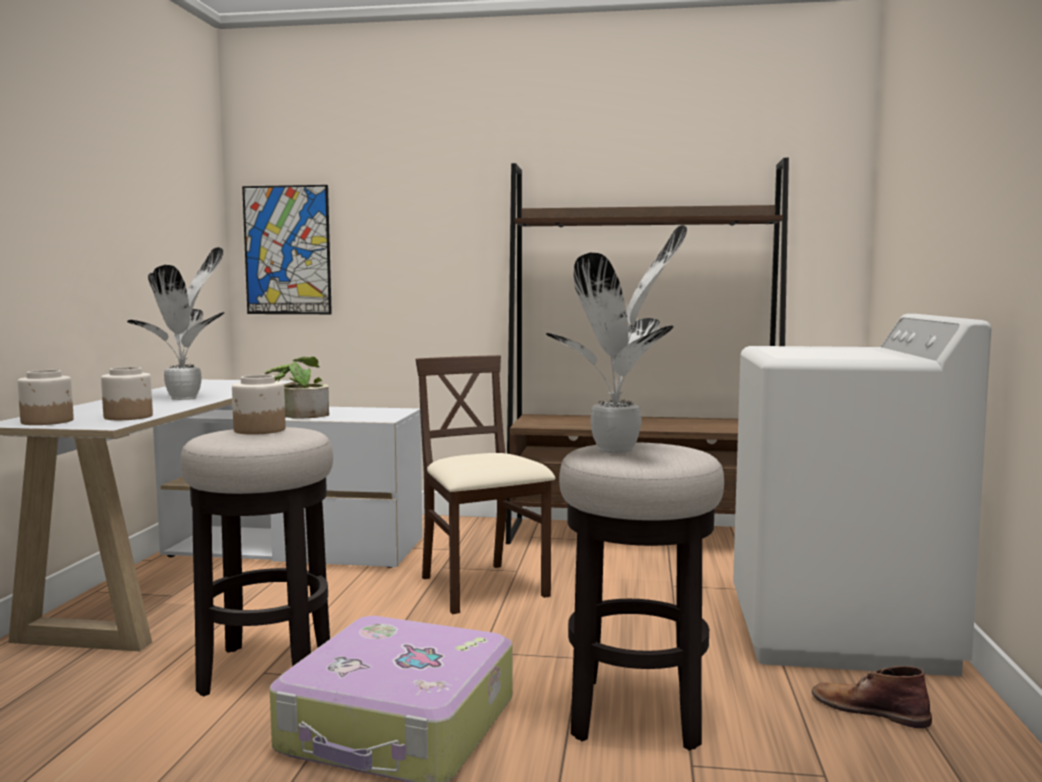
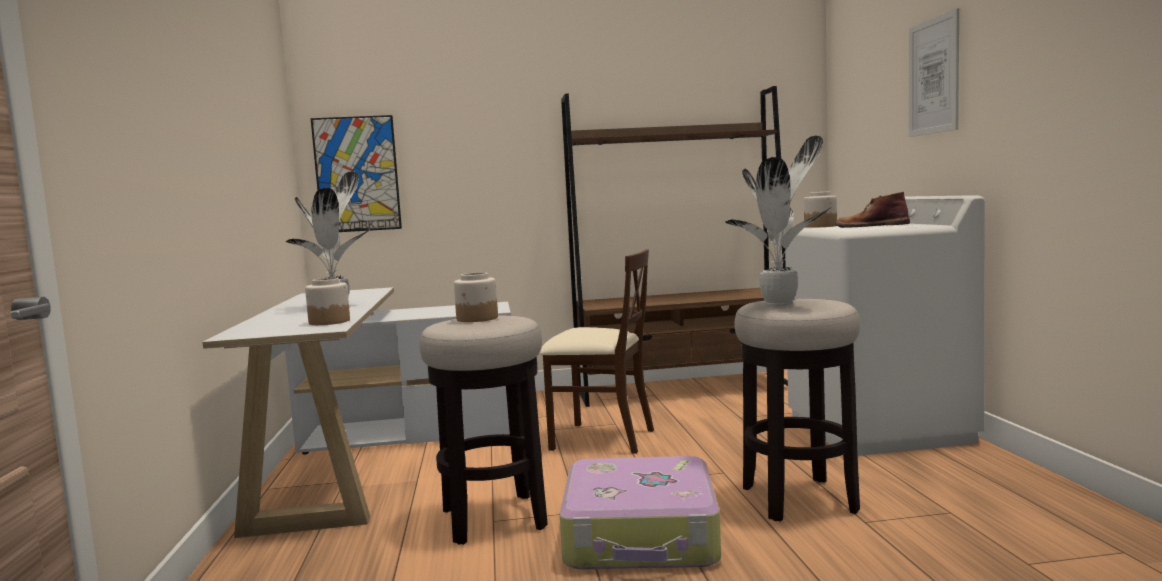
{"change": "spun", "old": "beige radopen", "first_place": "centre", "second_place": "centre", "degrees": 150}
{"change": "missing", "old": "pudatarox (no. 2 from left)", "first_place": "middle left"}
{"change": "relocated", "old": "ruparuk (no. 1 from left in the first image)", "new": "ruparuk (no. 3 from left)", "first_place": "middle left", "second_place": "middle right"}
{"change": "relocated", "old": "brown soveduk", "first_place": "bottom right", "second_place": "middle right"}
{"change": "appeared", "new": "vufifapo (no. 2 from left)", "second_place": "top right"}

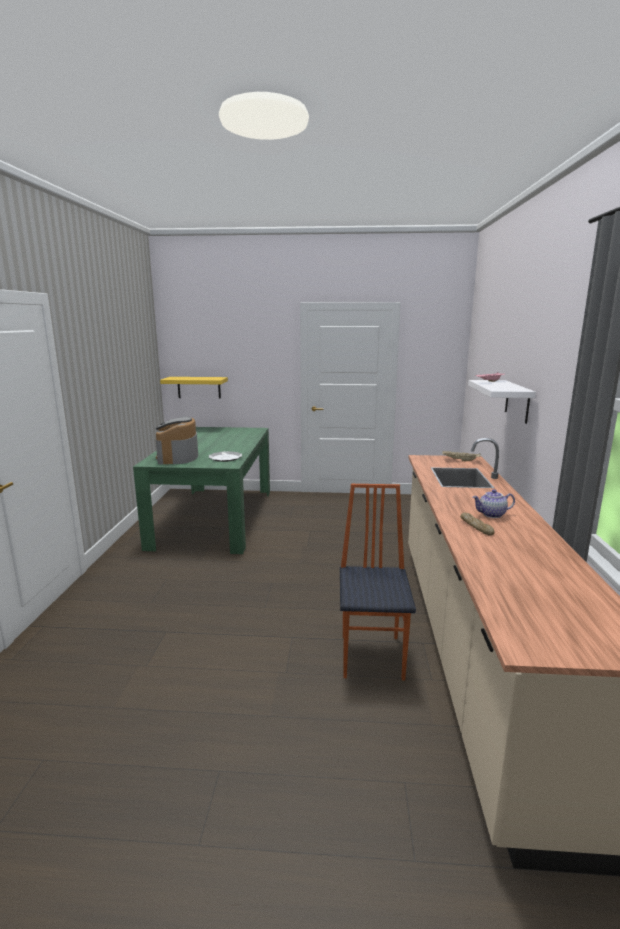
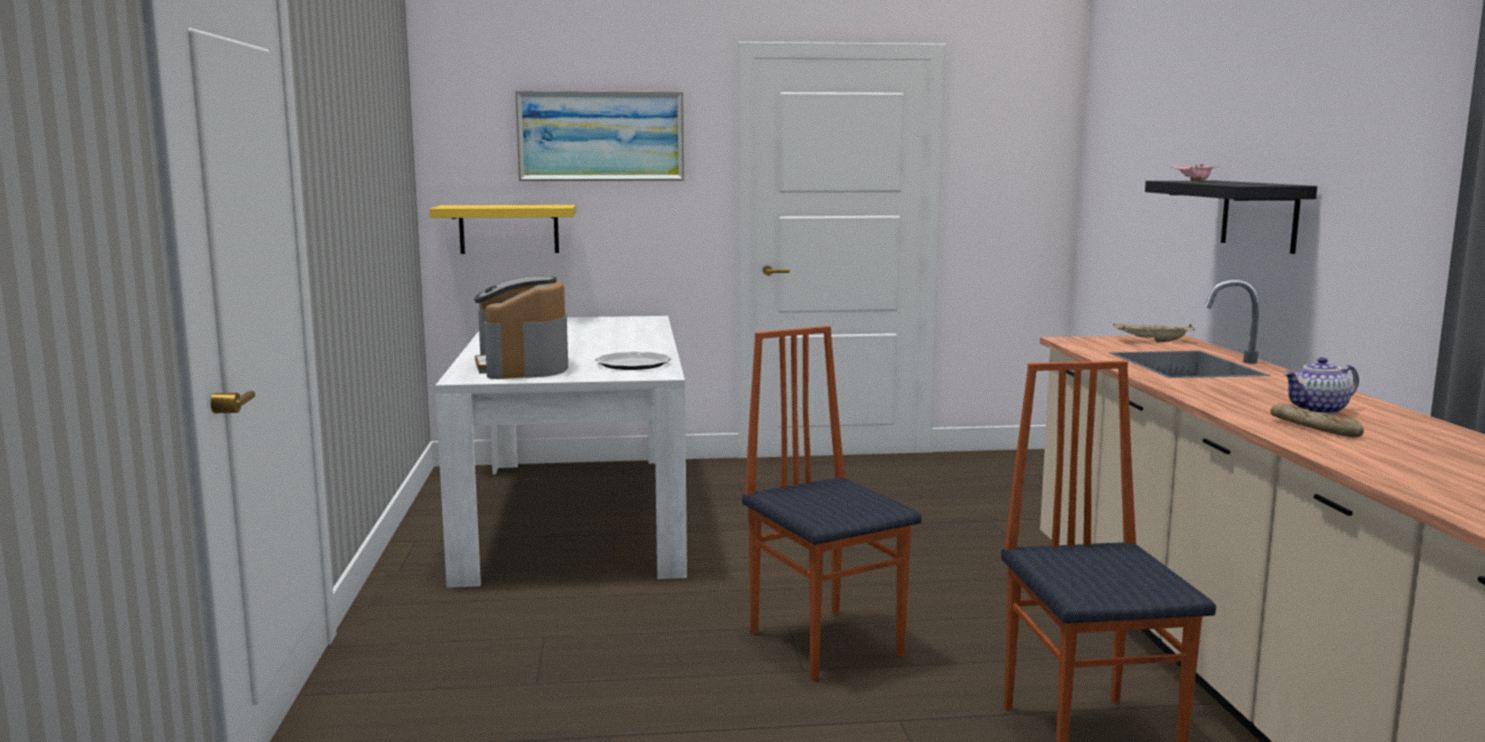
{"change": "colour", "old": "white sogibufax", "new": "black sogibufax", "first_place": "middle right", "second_place": "top right"}
{"change": "colour", "old": "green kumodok", "new": "white kumodok", "first_place": "middle left", "second_place": "centre"}
{"change": "appeared", "new": "vufifapo", "second_place": "top centre"}
{"change": "appeared", "new": "radopen (no. 1 from left)", "second_place": "bottom centre"}

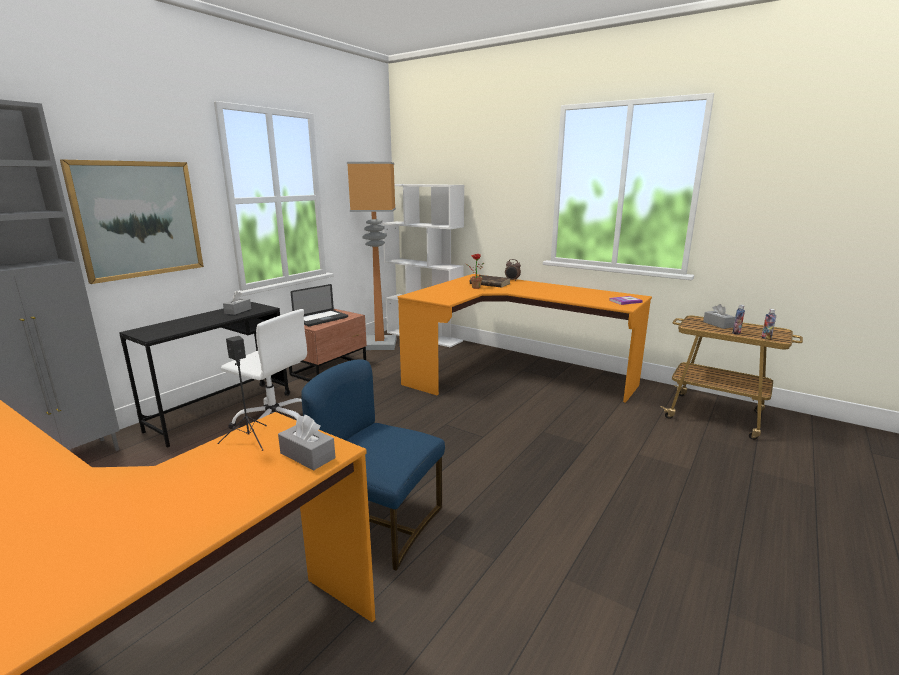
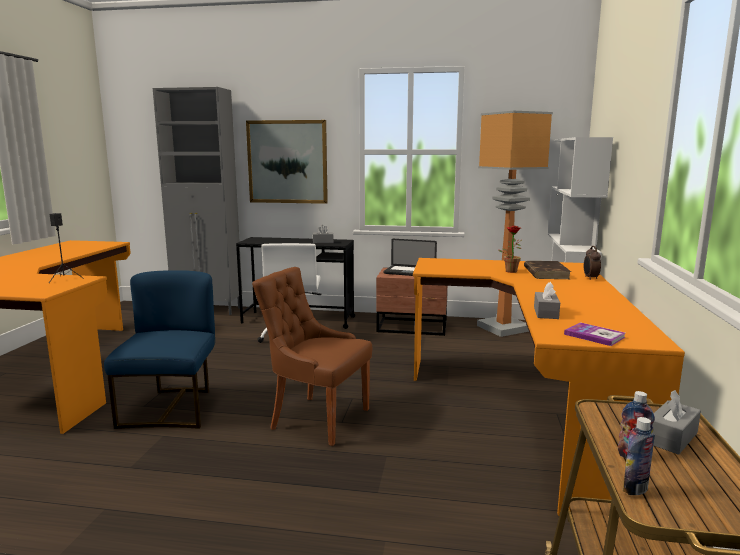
{"change": "relocated", "old": "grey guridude (no. 2 from left)", "first_place": "centre", "second_place": "middle right"}
{"change": "appeared", "new": "brown radopen", "second_place": "centre"}

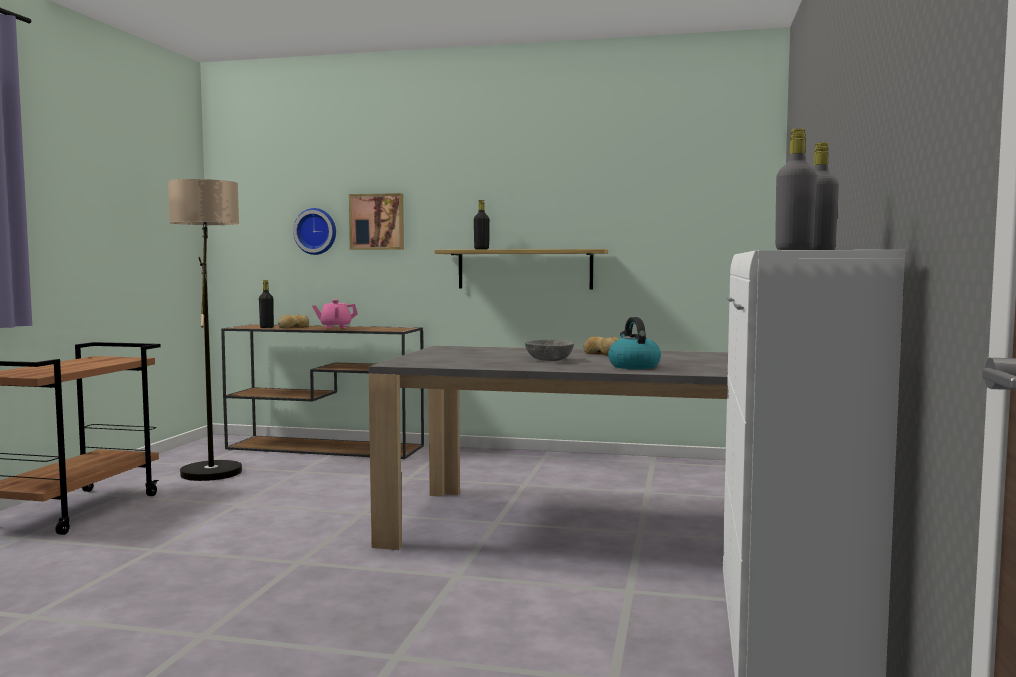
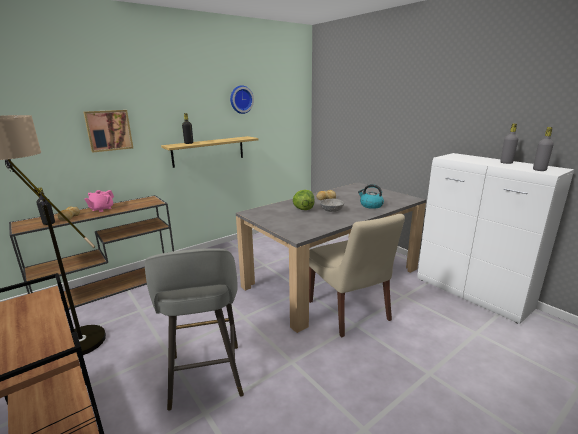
{"change": "relocated", "old": "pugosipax", "first_place": "middle left", "second_place": "top centre"}
{"change": "appeared", "new": "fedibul", "second_place": "centre"}
{"change": "appeared", "new": "beige radopen", "second_place": "centre"}
{"change": "appeared", "new": "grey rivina", "second_place": "bottom centre"}

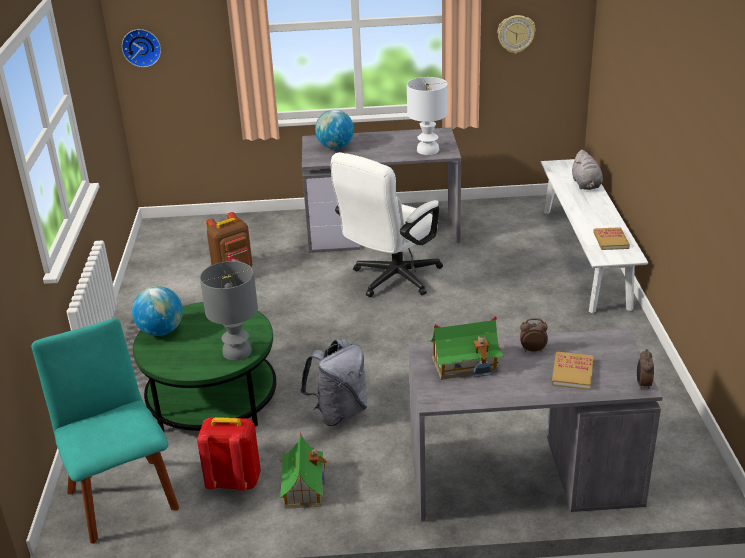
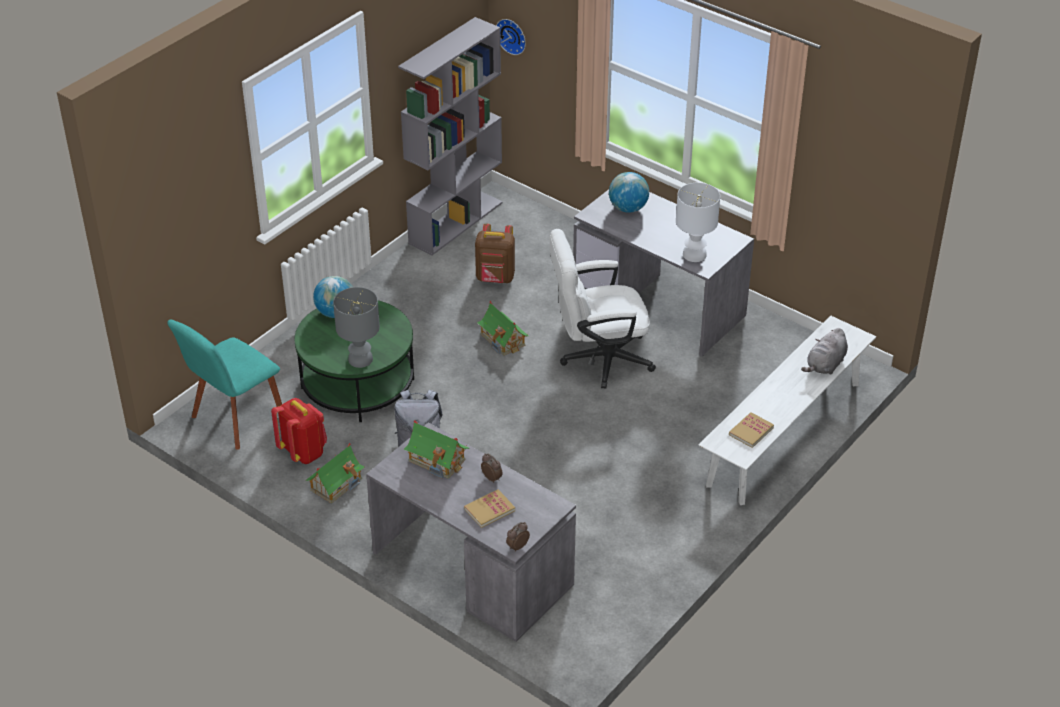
{"change": "missing", "old": "pugosipax (no. 2 from left)", "first_place": "top right"}
{"change": "spun", "old": "turquoise radopen", "first_place": "bottom left", "second_place": "middle left", "degrees": -150}
{"change": "appeared", "new": "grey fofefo", "second_place": "top centre"}
{"change": "appeared", "new": "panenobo (no. 3 from left)", "second_place": "centre"}

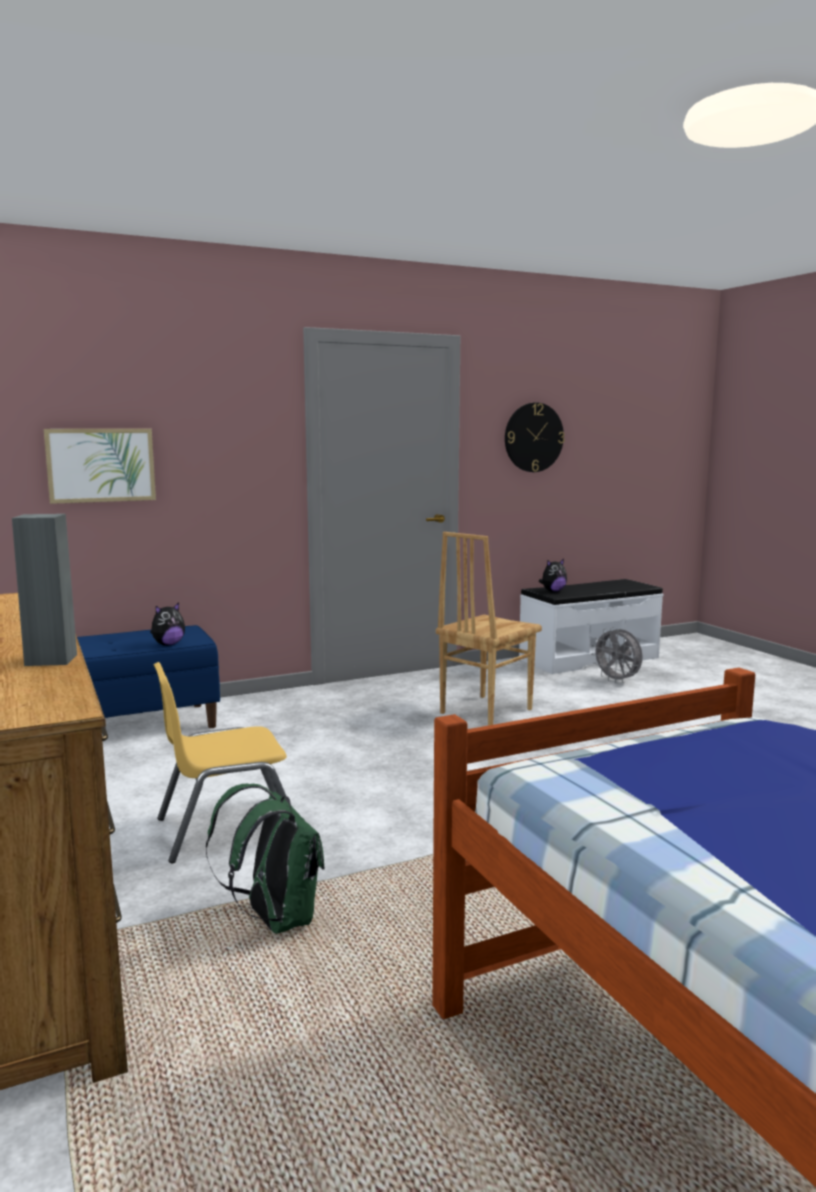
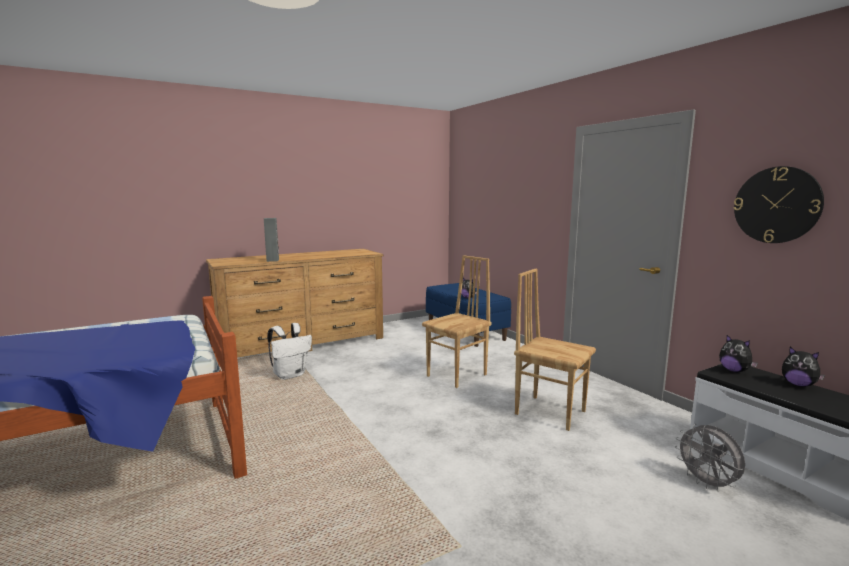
{"change": "missing", "old": "vufifapo", "first_place": "middle left"}
{"change": "spun", "old": "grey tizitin", "first_place": "middle right", "second_place": "bottom right", "degrees": -75}
{"change": "missing", "old": "yellow radopen", "first_place": "middle left"}
{"change": "colour", "old": "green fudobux", "new": "white fudobux", "first_place": "bottom left", "second_place": "centre"}
{"change": "appeared", "new": "brown radopen (no. 1 from left)", "second_place": "centre"}
{"change": "appeared", "new": "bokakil (no. 3 from left)", "second_place": "middle right"}

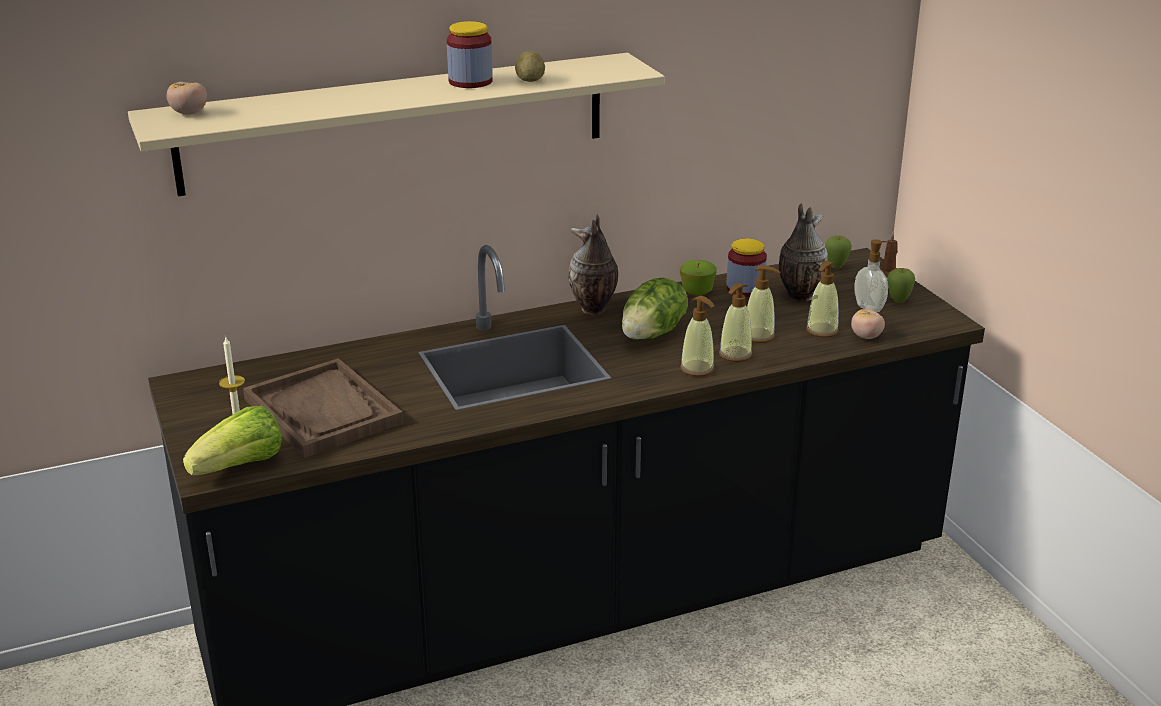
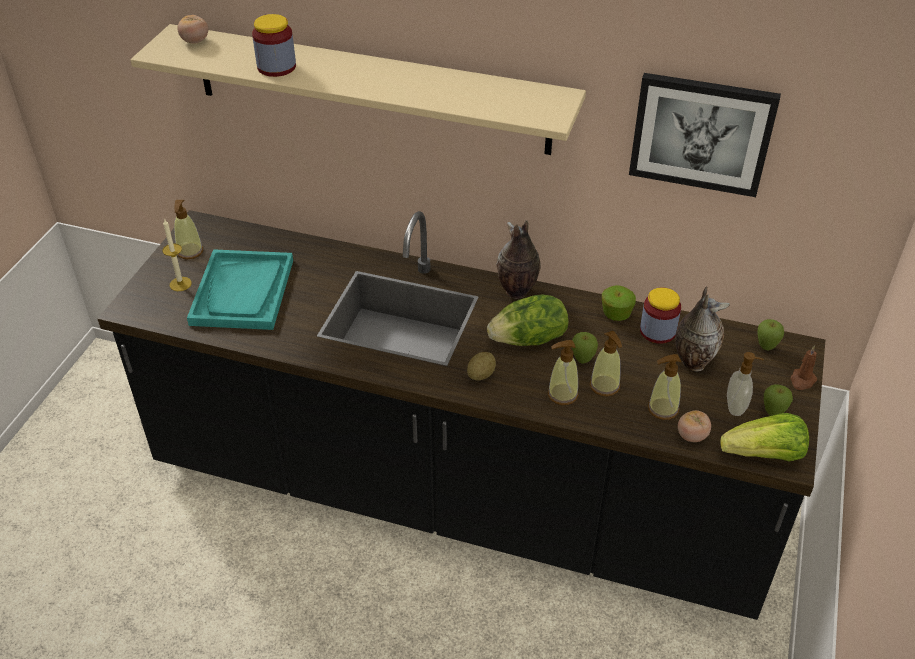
{"change": "relocated", "old": "ruparuk (no. 1 from left)", "first_place": "top centre", "second_place": "top left"}
{"change": "relocated", "old": "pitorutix", "first_place": "top centre", "second_place": "centre"}
{"change": "relocated", "old": "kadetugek (no. 1 from left)", "first_place": "centre", "second_place": "middle left"}
{"change": "colour", "old": "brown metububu", "new": "turquoise metububu", "first_place": "middle left", "second_place": "middle left"}
{"change": "relocated", "old": "fedibul (no. 1 from left in the first image)", "new": "fedibul (no. 2 from left)", "first_place": "middle left", "second_place": "middle right"}
{"change": "appeared", "new": "vufifapo", "second_place": "top right"}
{"change": "appeared", "new": "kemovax (no. 1 from left)", "second_place": "centre"}

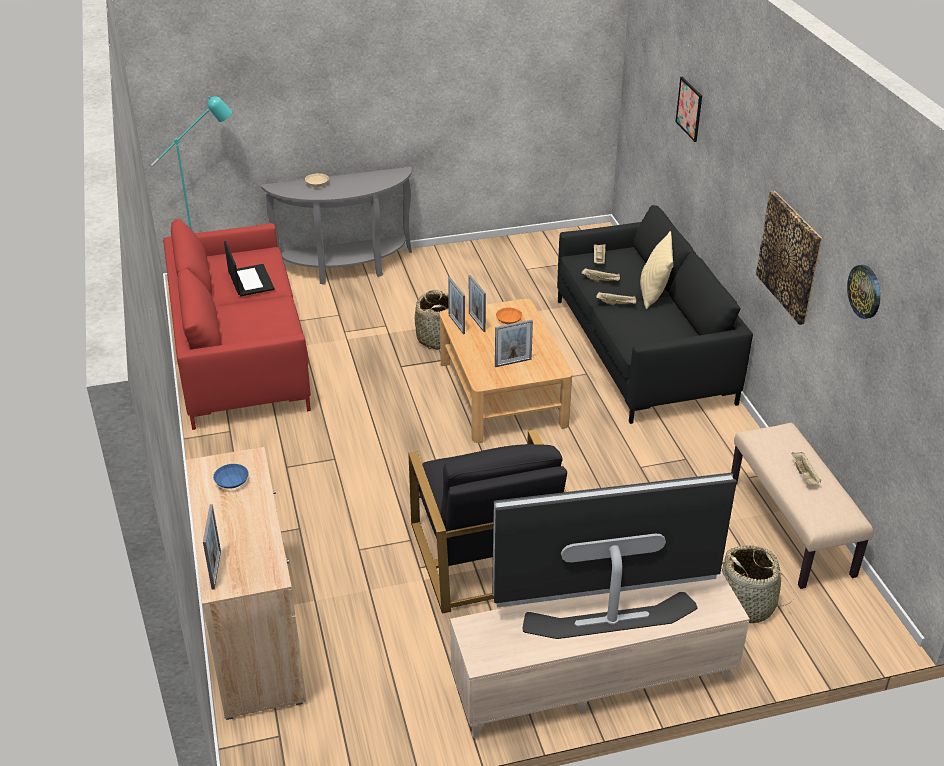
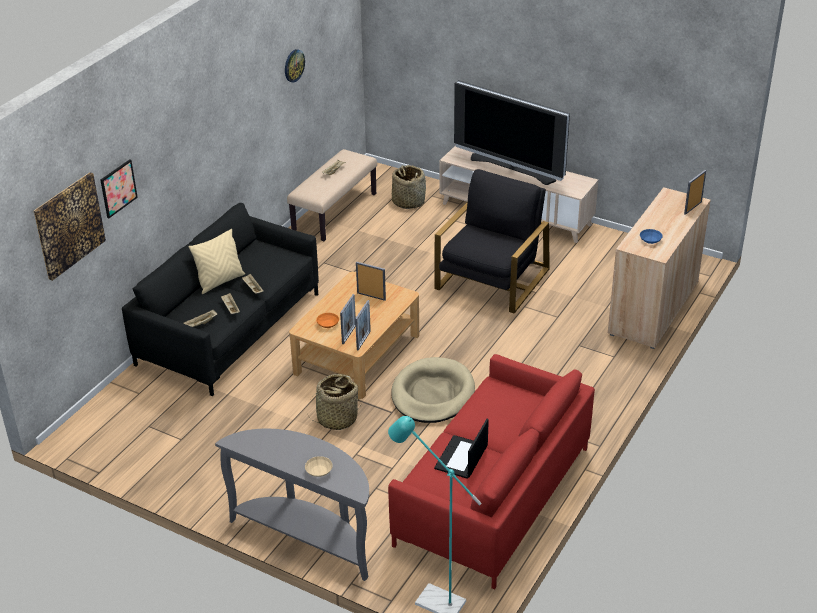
{"change": "relocated", "old": "vufifapo (no. 2 from left in the first image)", "new": "vufifapo (no. 1 from left)", "first_place": "middle right", "second_place": "middle left"}
{"change": "appeared", "new": "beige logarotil", "second_place": "centre"}

